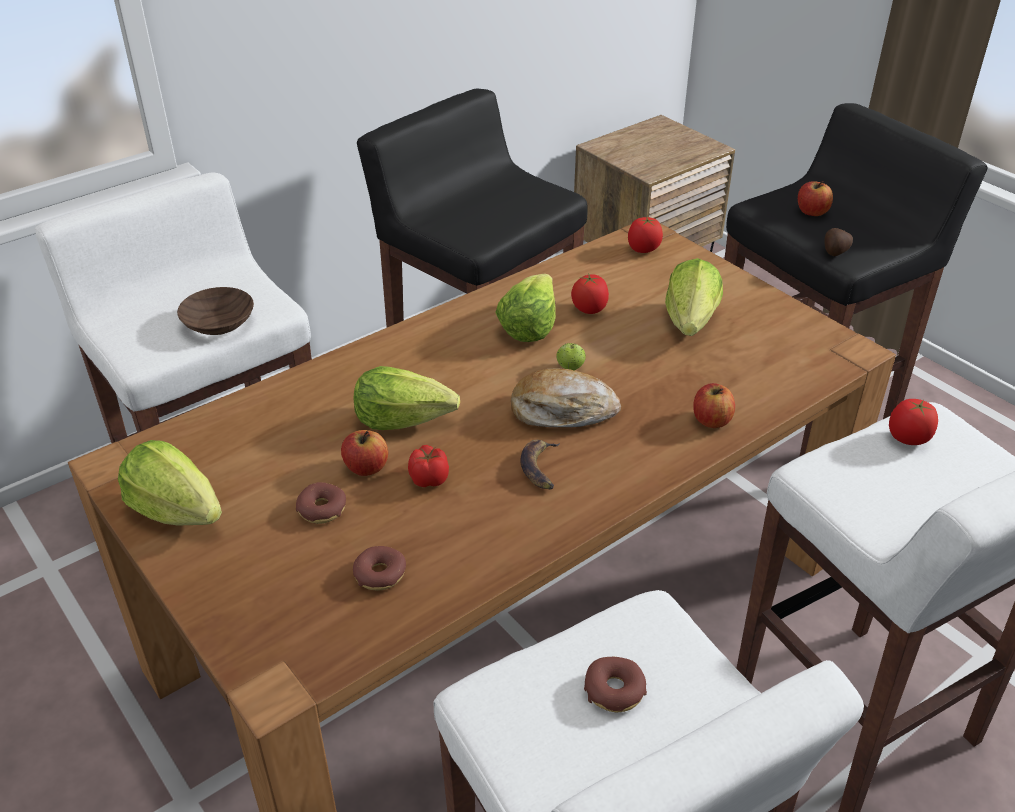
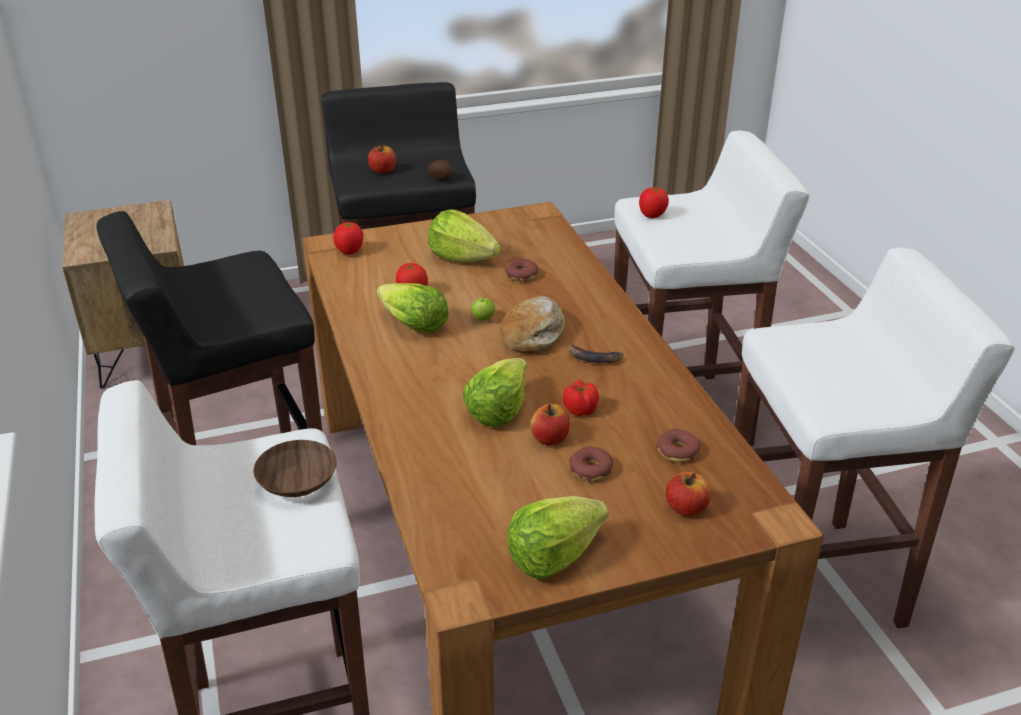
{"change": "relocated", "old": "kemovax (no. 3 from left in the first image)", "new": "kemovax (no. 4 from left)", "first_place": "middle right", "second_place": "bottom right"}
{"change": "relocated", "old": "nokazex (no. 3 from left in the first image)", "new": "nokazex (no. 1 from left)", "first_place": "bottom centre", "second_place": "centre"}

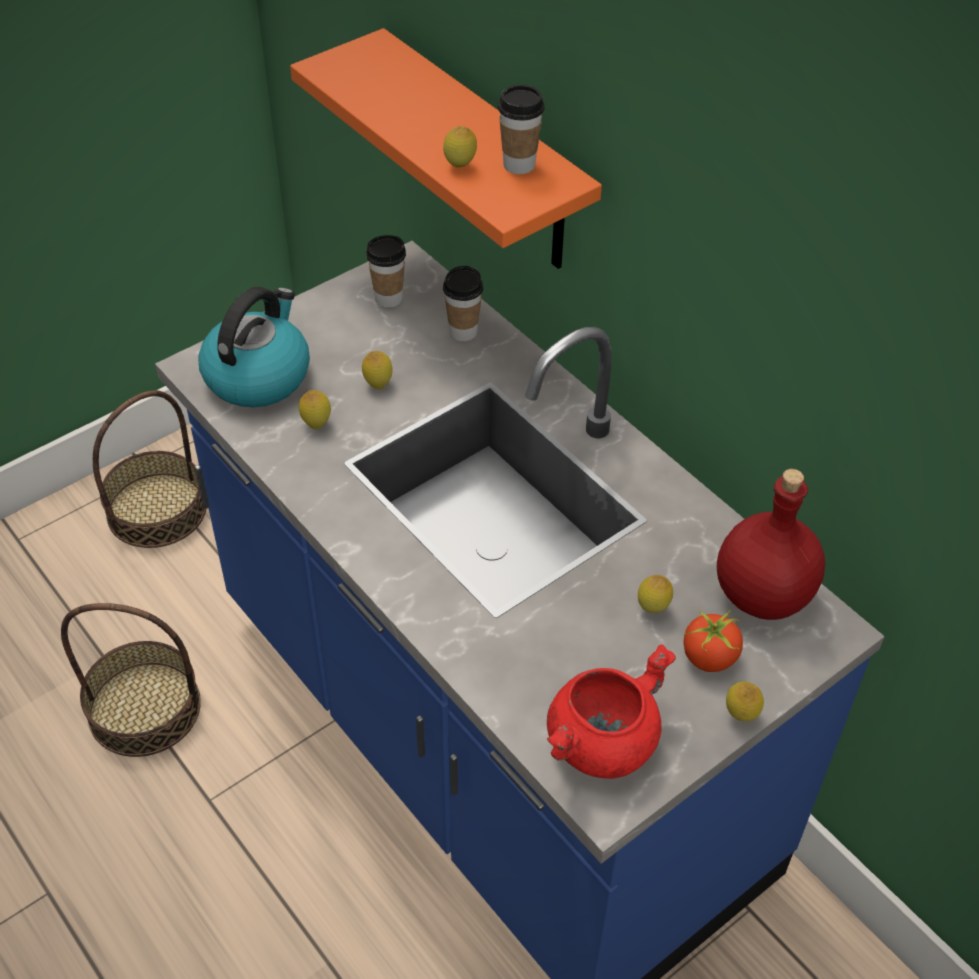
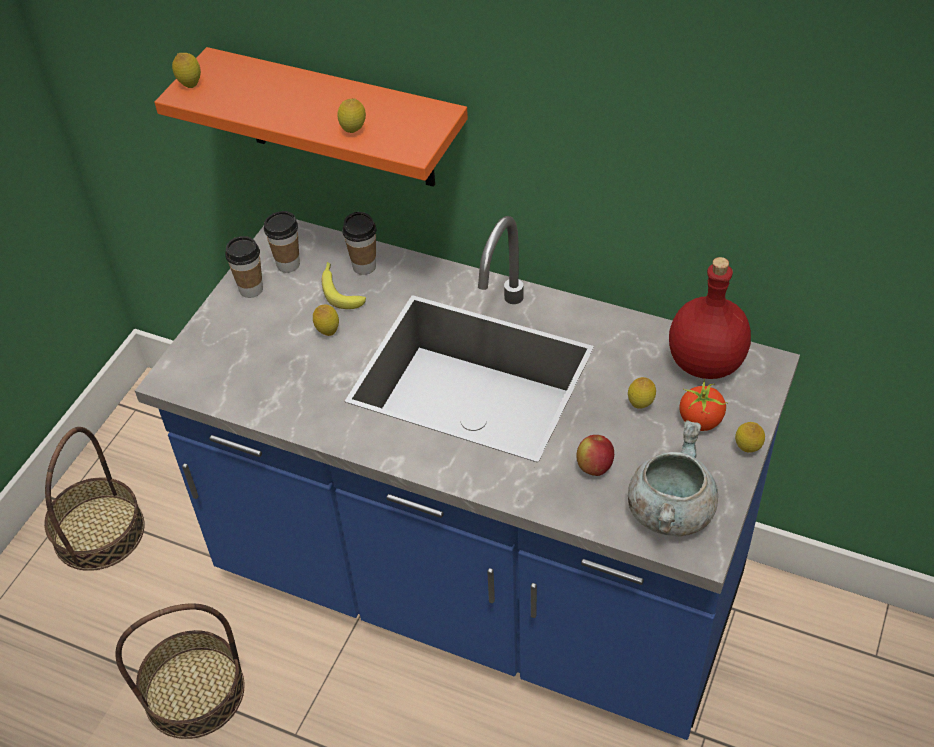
{"change": "relocated", "old": "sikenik (no. 3 from left in the first image)", "new": "sikenik (no. 1 from left)", "first_place": "top centre", "second_place": "middle left"}
{"change": "missing", "old": "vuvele", "first_place": "middle left"}
{"change": "relocated", "old": "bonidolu (no. 1 from left)", "first_place": "middle left", "second_place": "top left"}
{"change": "colour", "old": "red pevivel", "new": "grey pevivel", "first_place": "bottom centre", "second_place": "middle right"}
{"change": "appeared", "new": "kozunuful", "second_place": "centre"}
{"change": "appeared", "new": "kemovax", "second_place": "centre"}

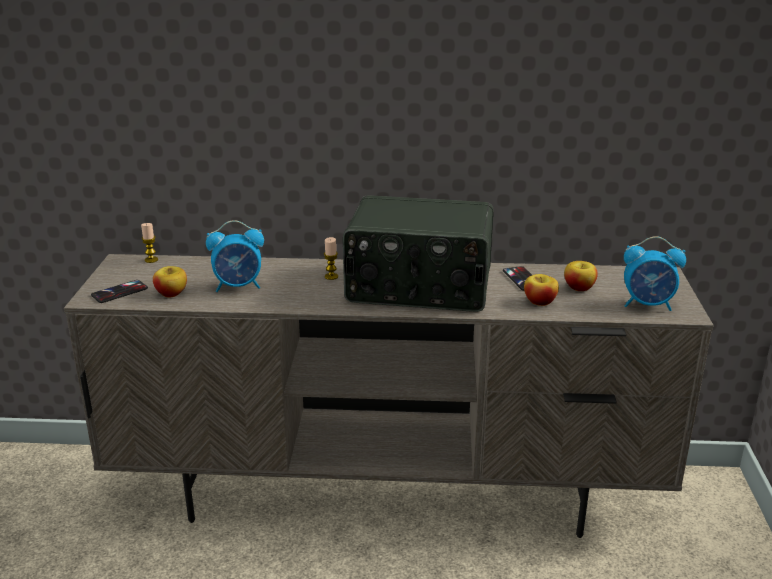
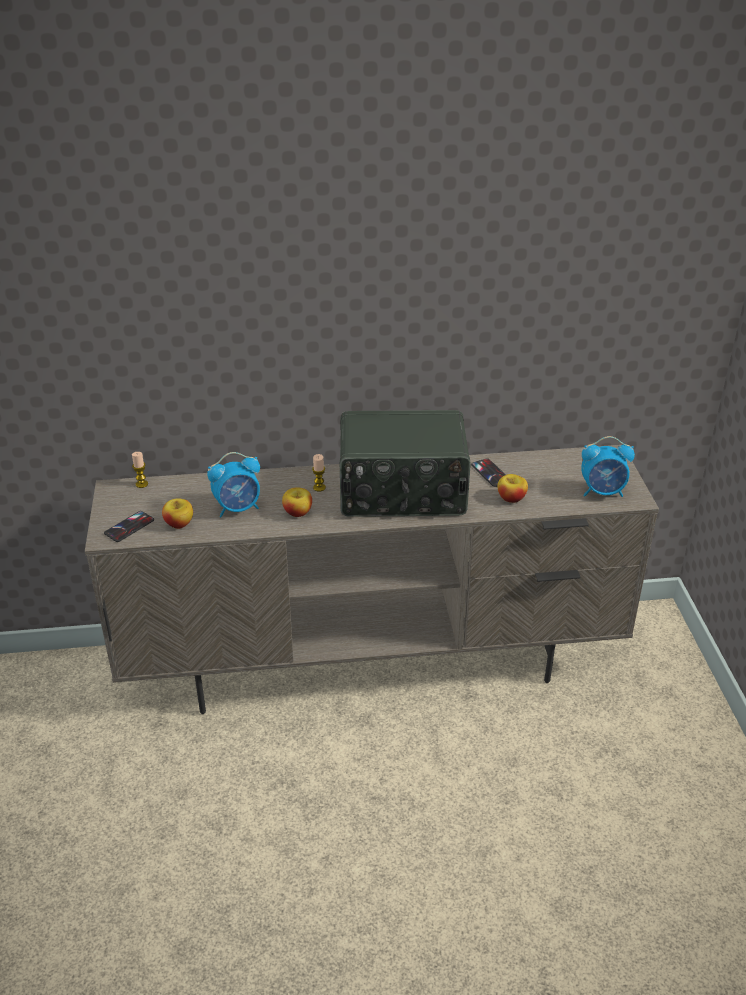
{"change": "relocated", "old": "kemovax (no. 3 from left in the first image)", "new": "kemovax (no. 2 from left)", "first_place": "middle right", "second_place": "centre"}

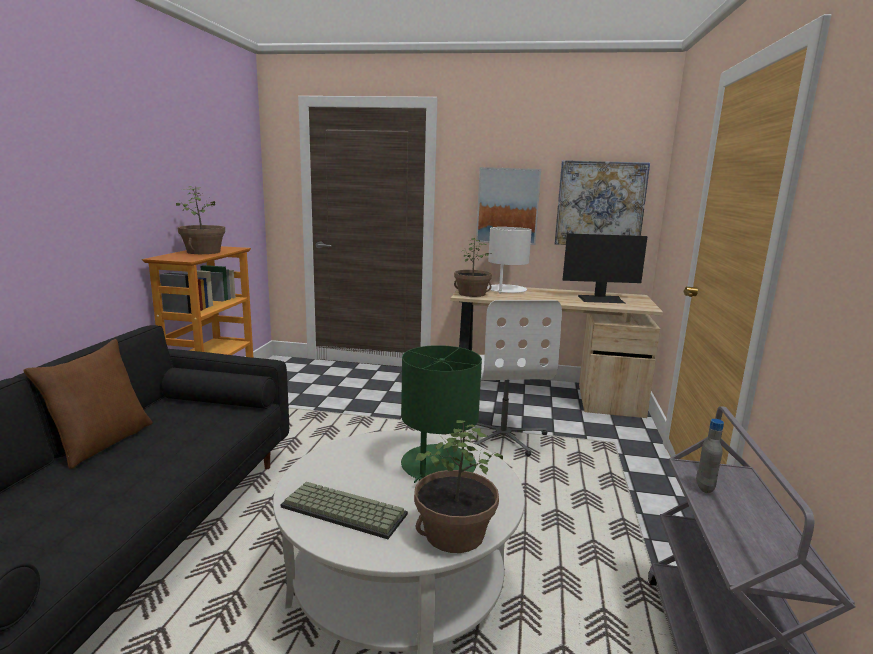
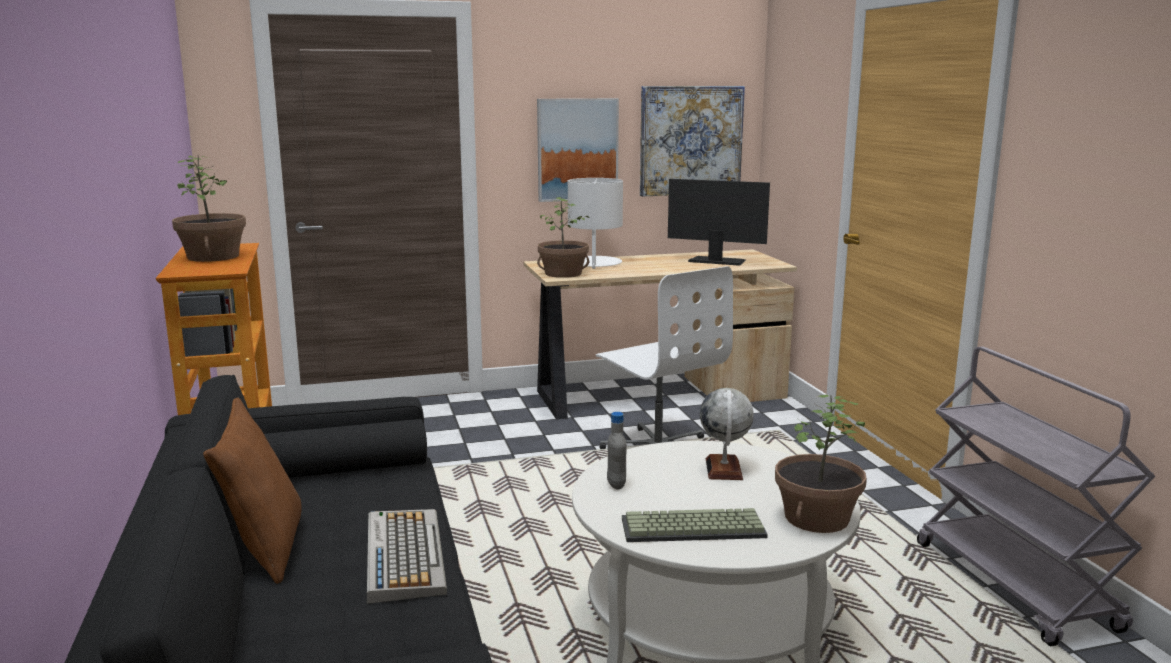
{"change": "spun", "old": "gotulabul", "first_place": "middle right", "second_place": "centre", "degrees": -135}
{"change": "exchanged", "old": "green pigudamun", "new": "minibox", "first_place": "centre", "second_place": "centre"}
{"change": "relocated", "old": "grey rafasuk", "first_place": "bottom right", "second_place": "bottom centre"}
{"change": "appeared", "new": "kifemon (no. 1 from left)", "second_place": "bottom centre"}

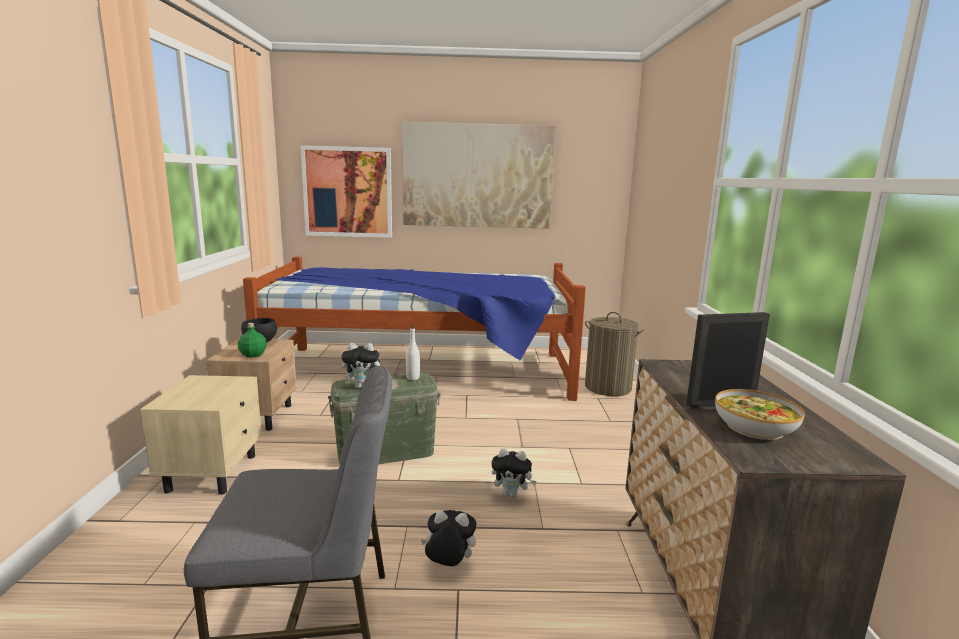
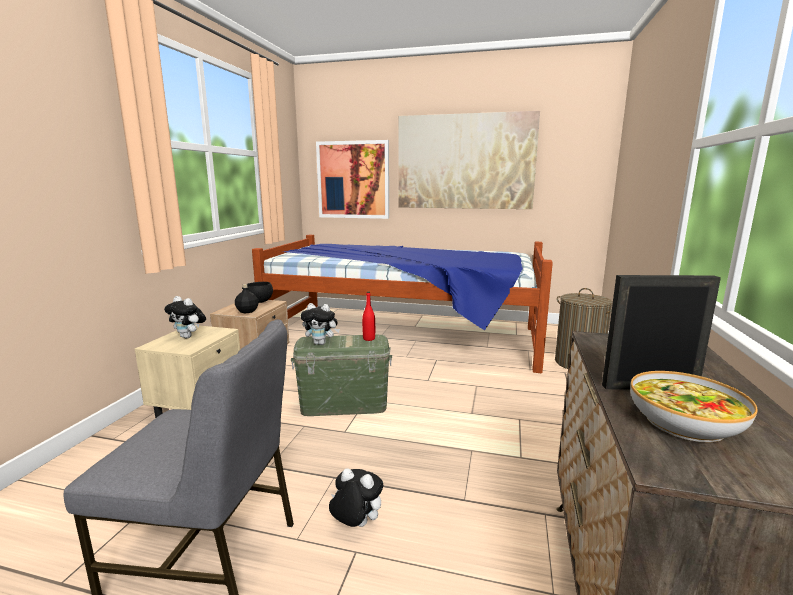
{"change": "colour", "old": "green rafasuk", "new": "black rafasuk", "first_place": "middle left", "second_place": "middle left"}
{"change": "colour", "old": "white rafasuk", "new": "red rafasuk", "first_place": "centre", "second_place": "centre"}
{"change": "relocated", "old": "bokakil (no. 3 from left in the first image)", "new": "bokakil (no. 1 from left)", "first_place": "bottom centre", "second_place": "middle left"}

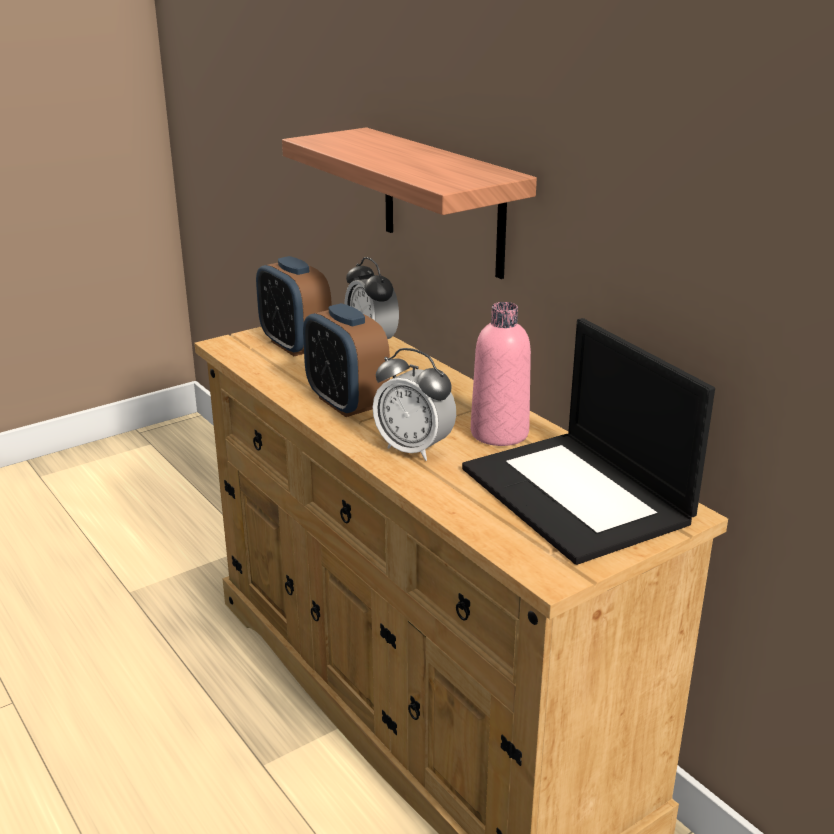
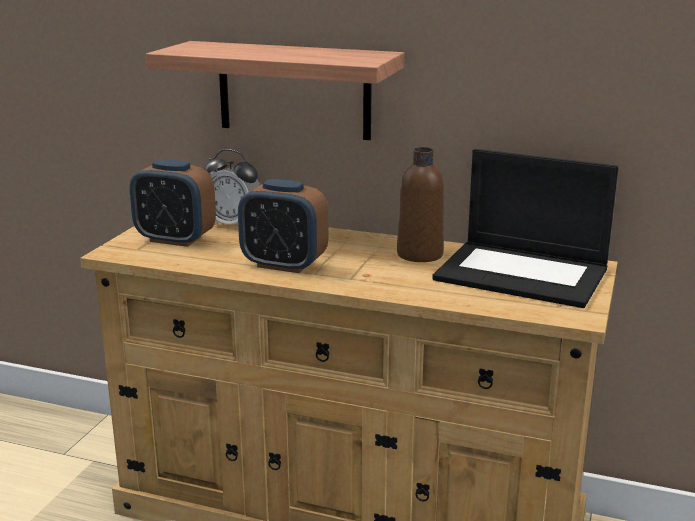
{"change": "colour", "old": "pink rafasuk", "new": "brown rafasuk", "first_place": "centre", "second_place": "centre"}
{"change": "missing", "old": "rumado (no. 4 from left)", "first_place": "centre"}

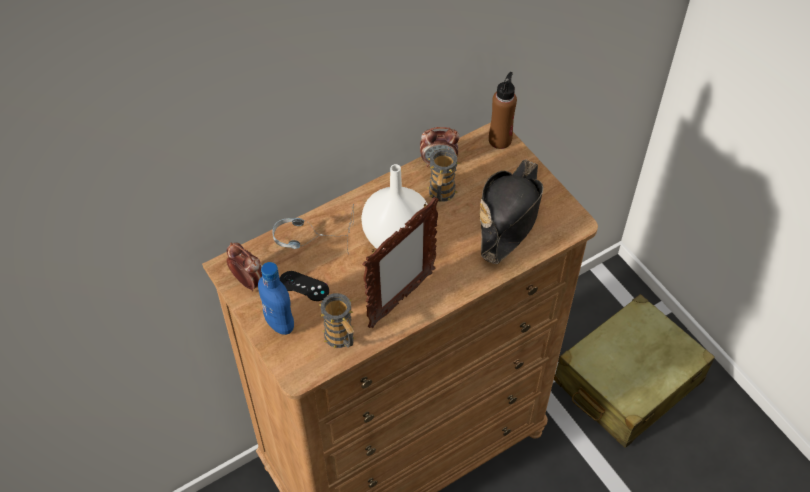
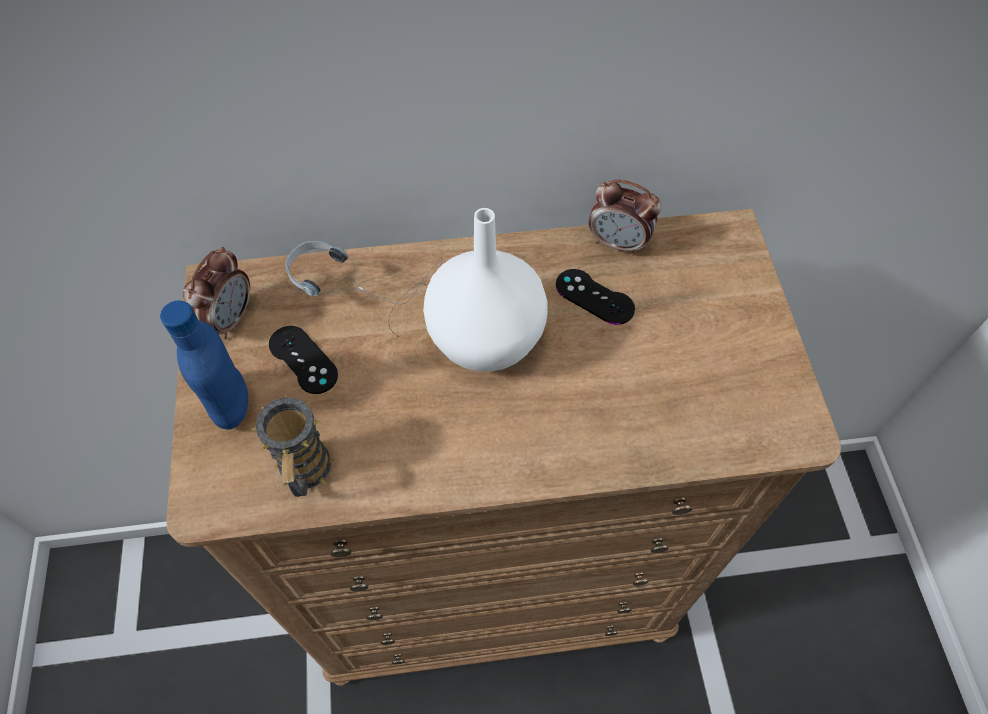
{"change": "missing", "old": "brown rafasuk", "first_place": "top centre"}
{"change": "exchanged", "old": "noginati (no. 2 from left)", "new": "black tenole (no. 2 from left)", "first_place": "centre", "second_place": "centre"}
{"change": "missing", "old": "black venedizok", "first_place": "centre"}
{"change": "missing", "old": "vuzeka", "first_place": "centre"}
{"change": "spun", "old": "rumado (no. 1 from left)", "first_place": "middle left", "second_place": "middle left", "degrees": 45}
{"change": "missing", "old": "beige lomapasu", "first_place": "bottom right"}

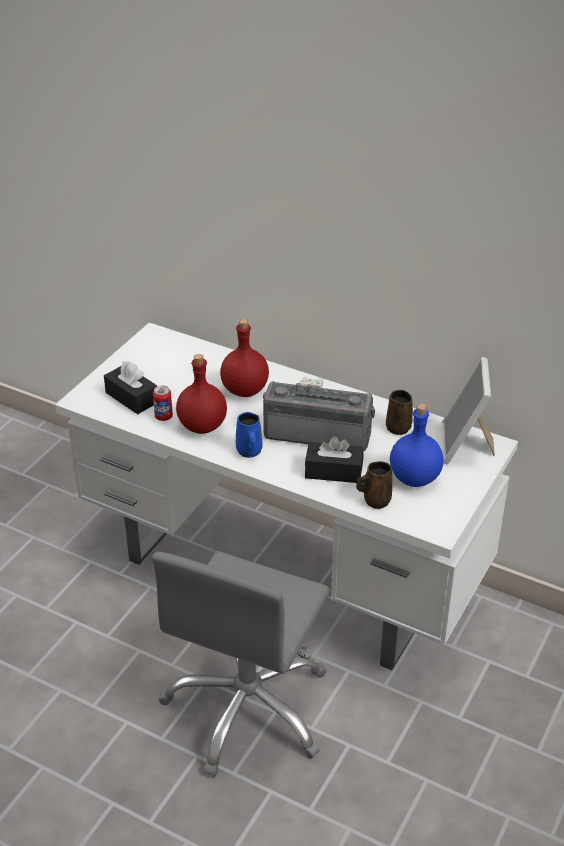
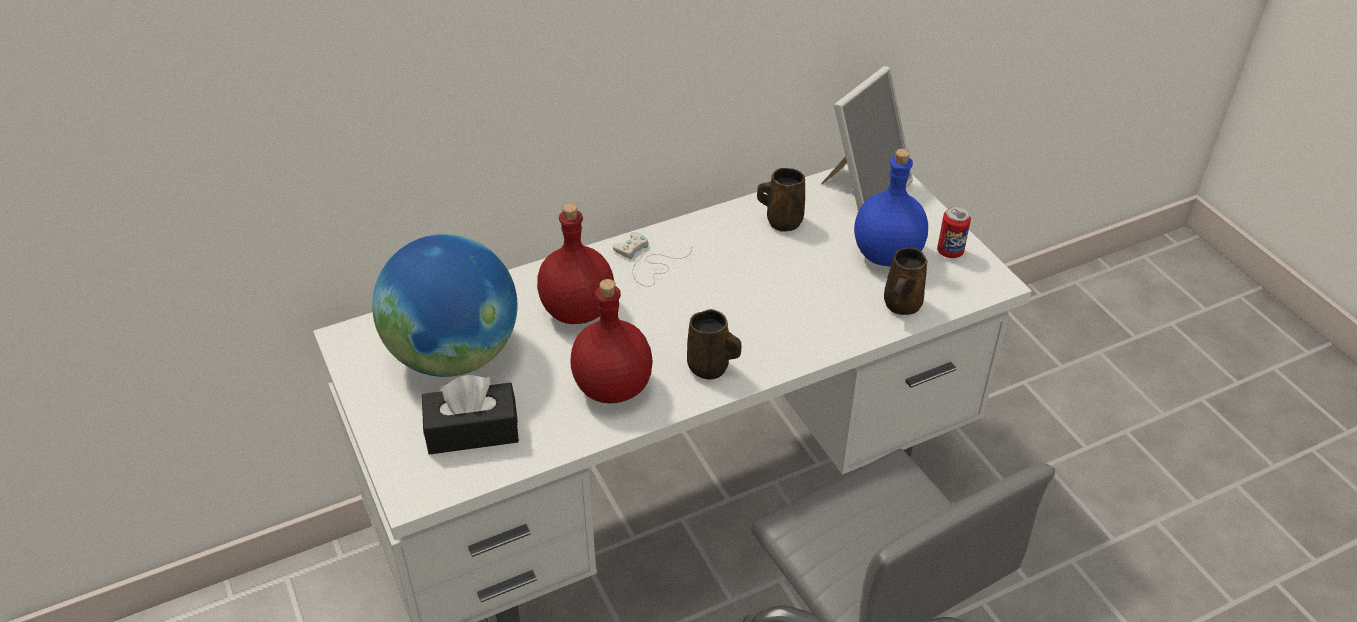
{"change": "spun", "old": "vuzeka", "first_place": "middle right", "second_place": "top centre", "degrees": -90}
{"change": "missing", "old": "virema", "first_place": "centre"}
{"change": "relocated", "old": "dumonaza", "first_place": "middle left", "second_place": "middle right"}
{"change": "colour", "old": "blue noginati", "new": "brown noginati (no. 1 from left)", "first_place": "centre", "second_place": "centre"}
{"change": "missing", "old": "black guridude (no. 2 from left)", "first_place": "centre"}
{"change": "appeared", "new": "minibox", "second_place": "middle left"}

